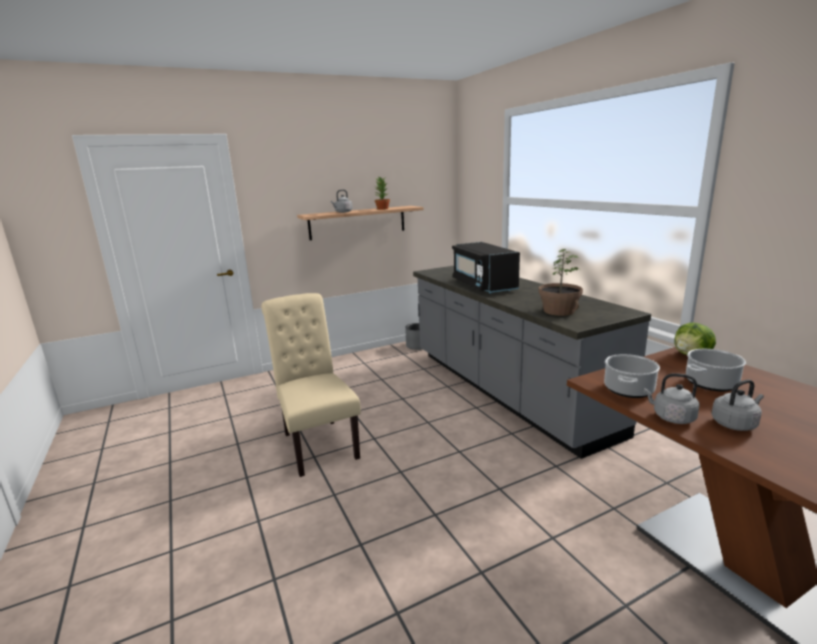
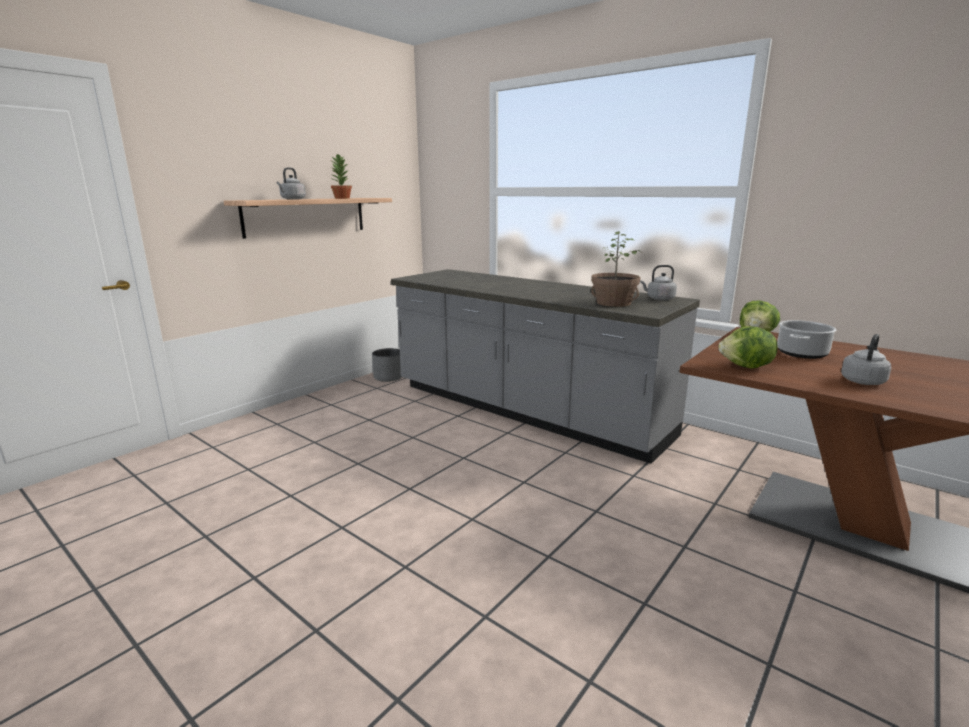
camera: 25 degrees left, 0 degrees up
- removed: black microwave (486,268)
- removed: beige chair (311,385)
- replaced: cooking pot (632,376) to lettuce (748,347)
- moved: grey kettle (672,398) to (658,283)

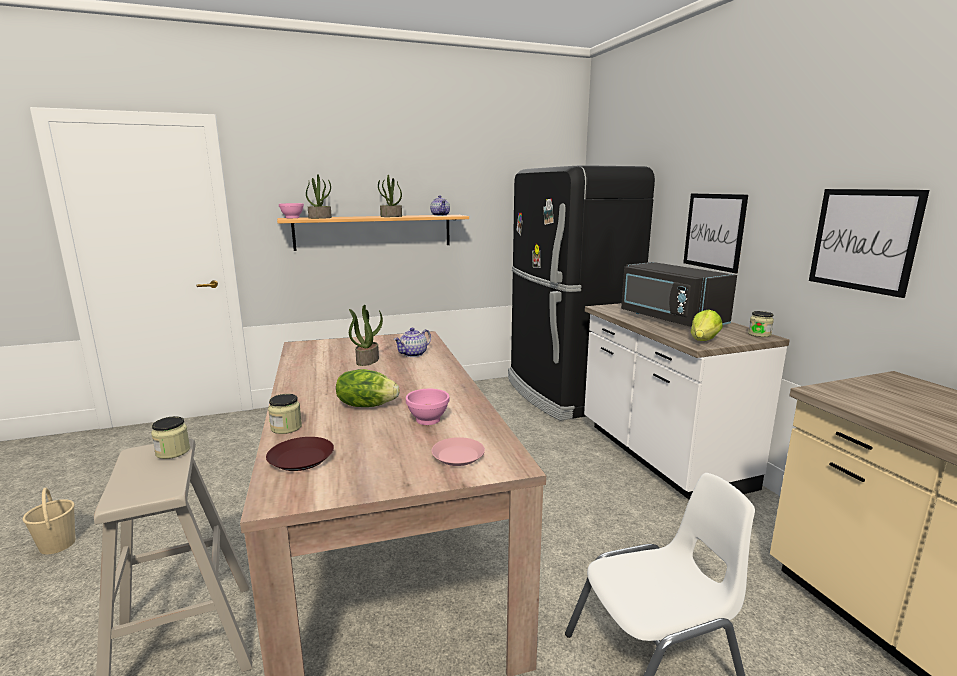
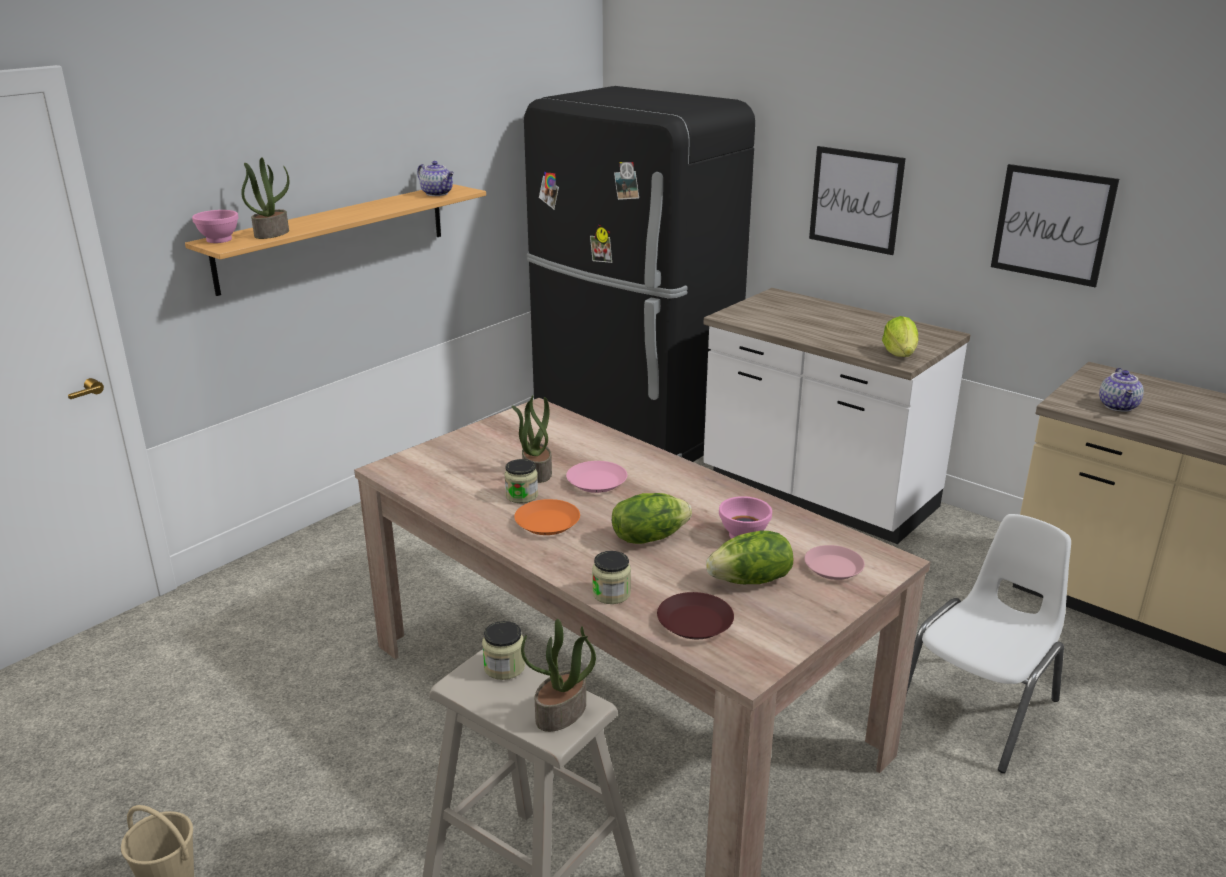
camera: 30 degrees left, 10 degrees up
- moved: potted plant (390,196) to (558,675)
- removed: black microwave (679,294)
- moved: jar (761,324) to (521,481)
- moved: teapot (412,342) to (1121,390)
- added: pink plate (596,477)
- added: orange plate (547,517)
- added: lettuce (749,557)

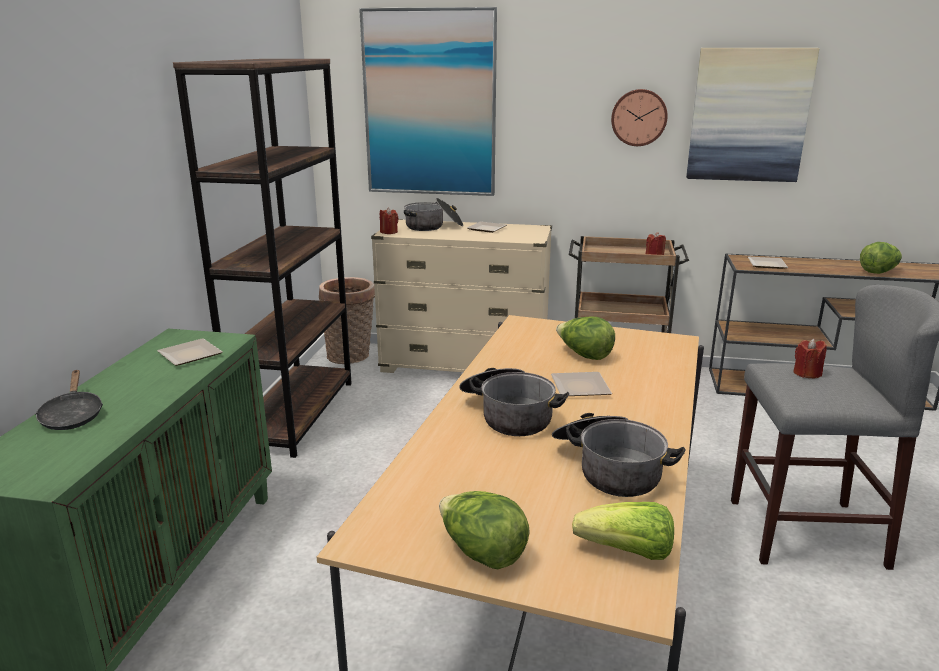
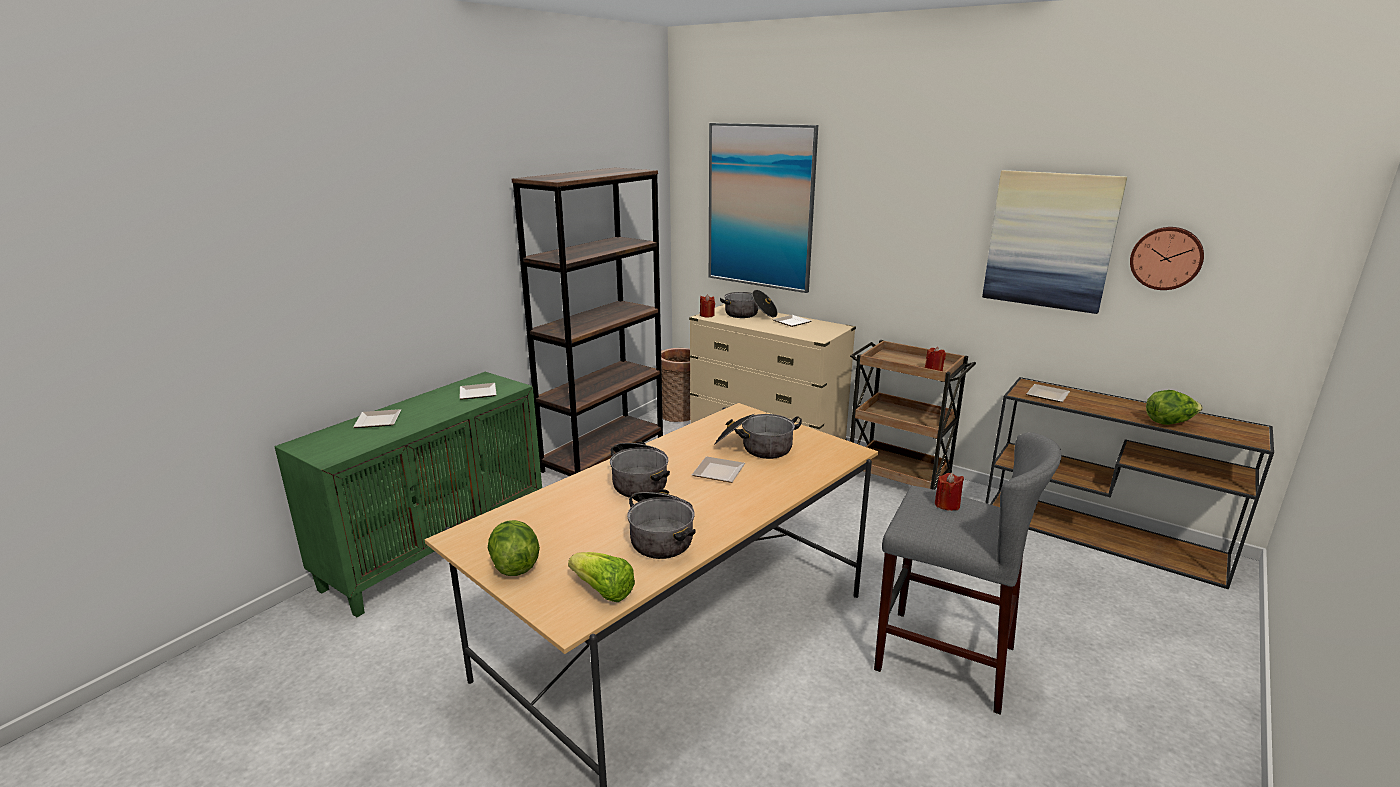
camera: 25 degrees right, 0 degrees up
- moved: wall clock (639,117) to (1167,258)
- replaced: lettuce (585,338) to cooking pot (758,436)
- replaced: black frying pan (69,400) to plate (377,418)

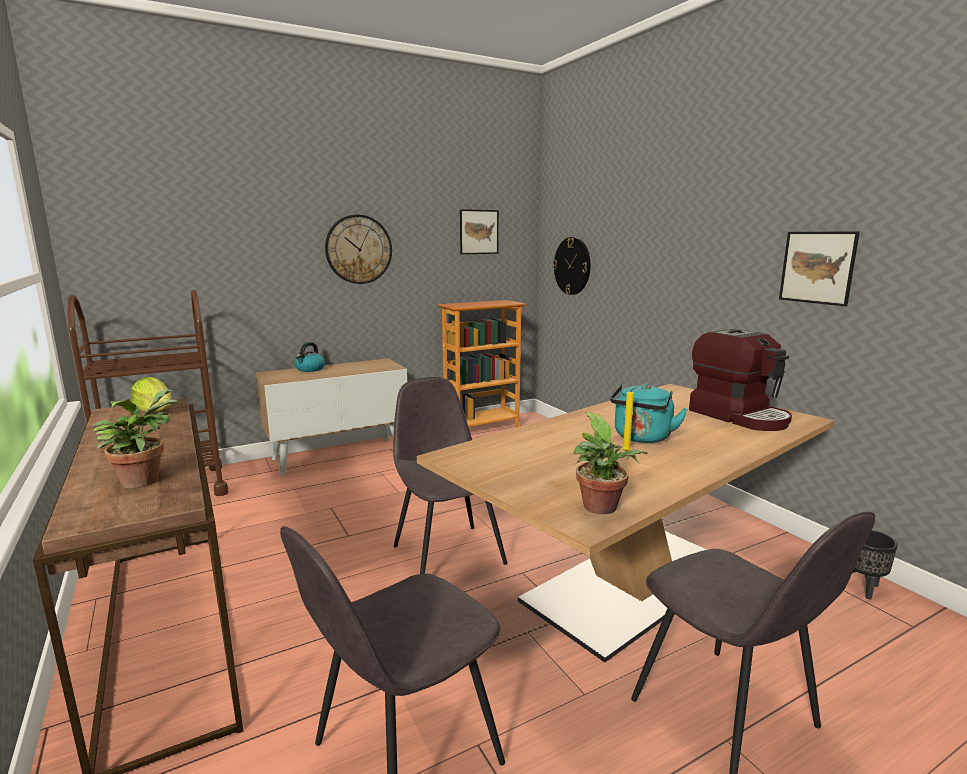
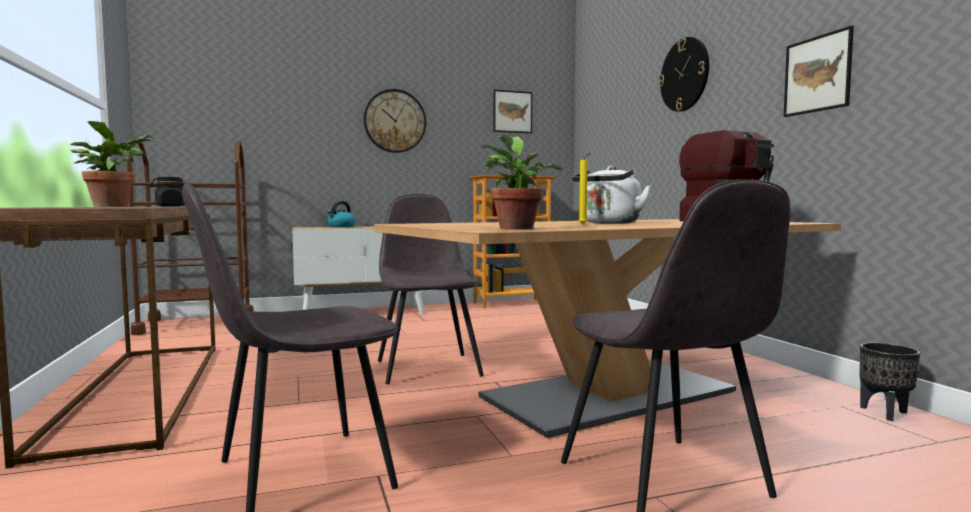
camera: 10 degrees right, 10 degrees down
- moved: wall clock (571,266) to (684,74)
- replaced: lettuce (151,395) to black jar (167,192)
- recoloured: turquoise kettle (648,413) to white kettle (612,195)

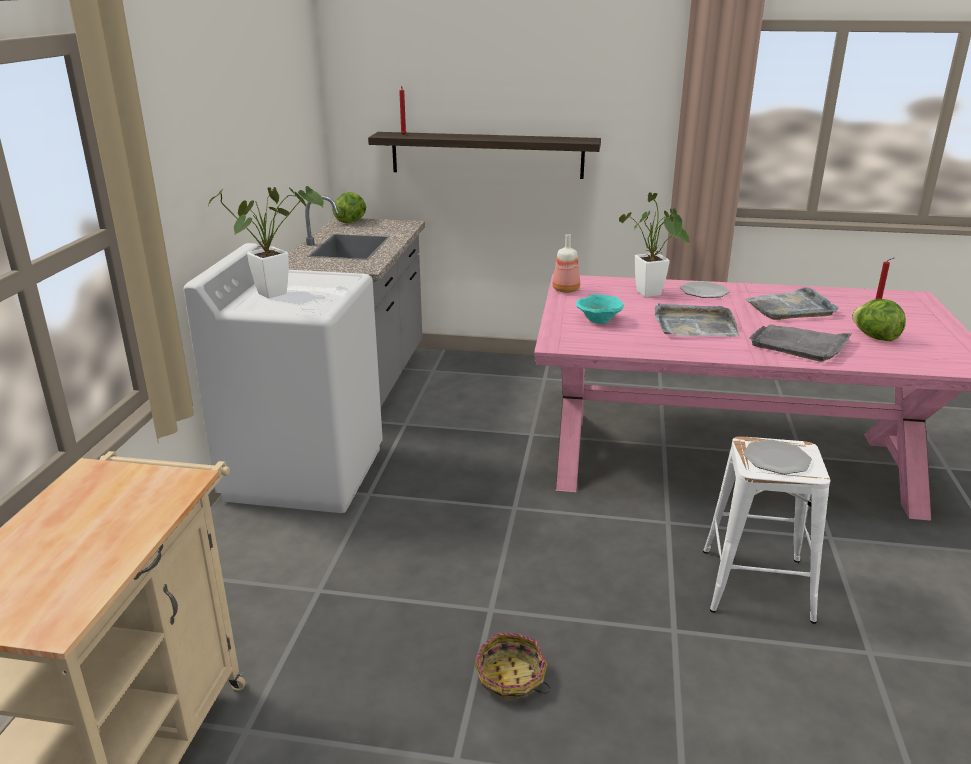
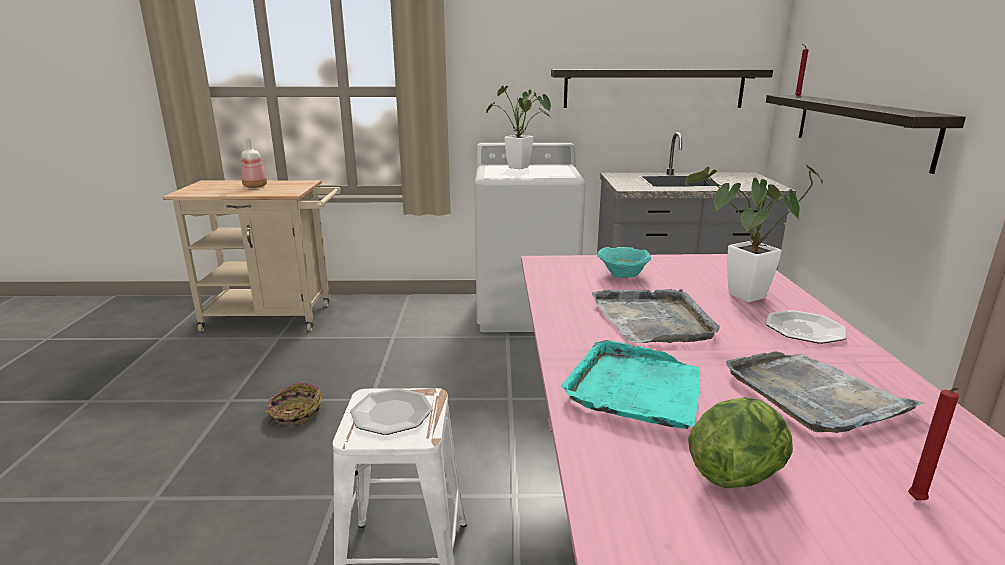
camera: 80 degrees right, 5 degrees down
- removed: lettuce (349,207)
- moved: bottle (566,263) to (254,163)
- recoloured: grey tray (800,343) to turquoise tray (630,384)
- added: shelf (662,88)

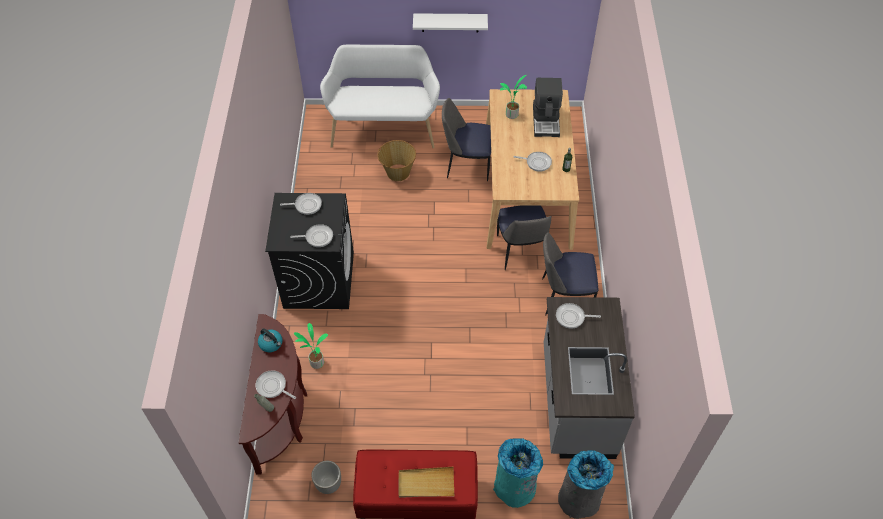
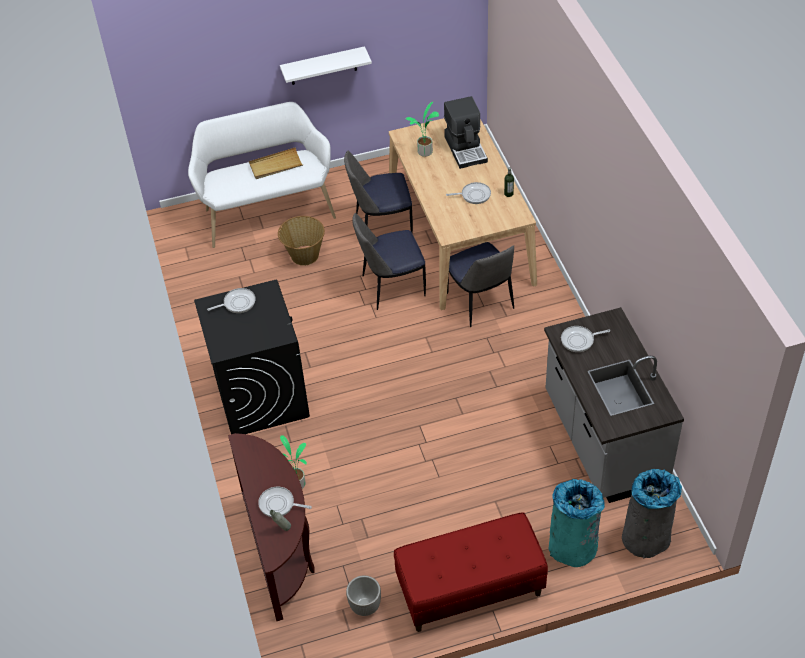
camera: 15 degrees left, 5 degrees down
- removed: frying pan (311,235)
- moved: chair (570,273) to (389,261)
- removed: kettle (270,340)
- moved: beige tray (426,482) to (276,163)

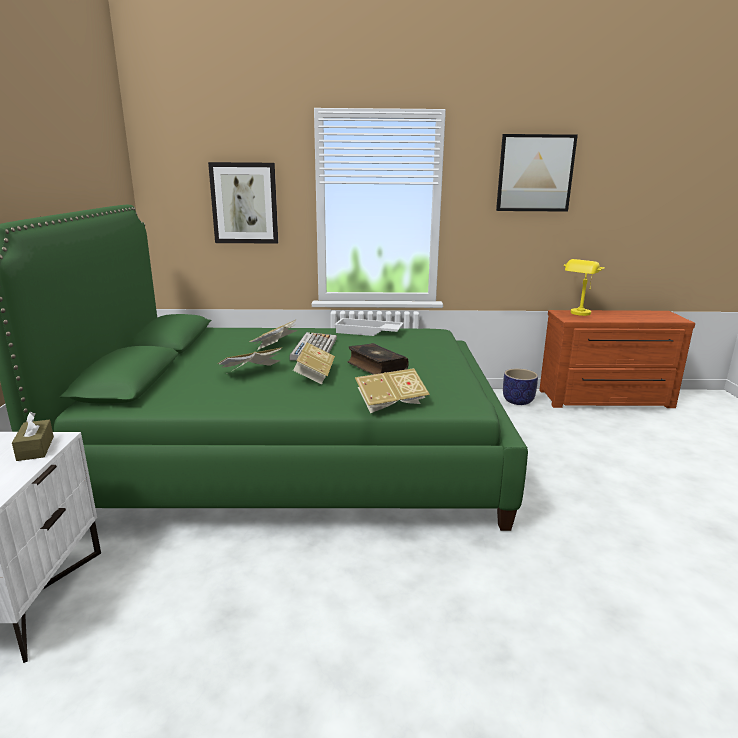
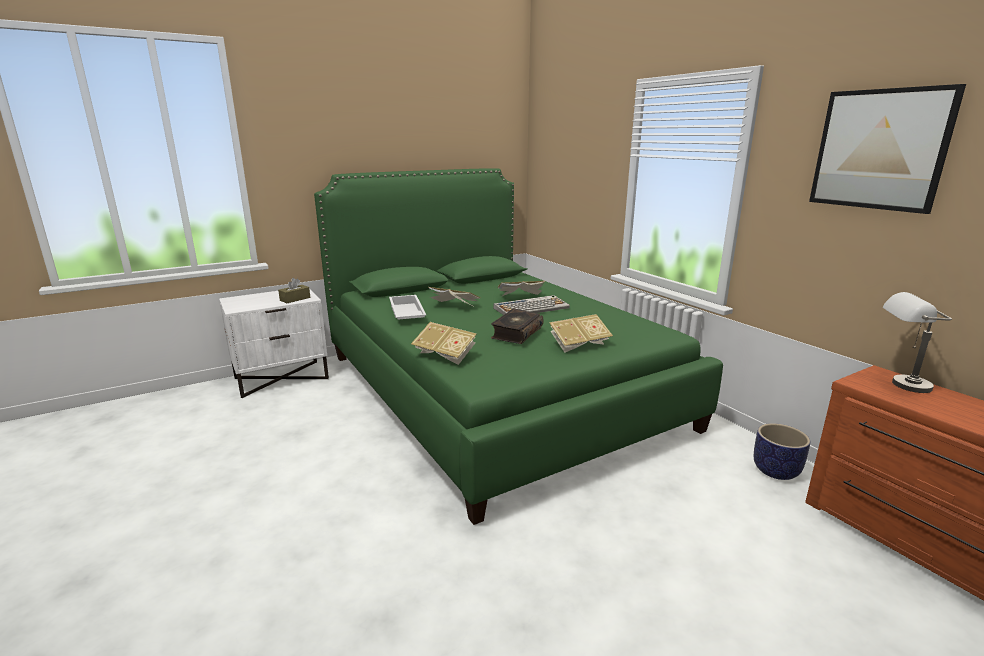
camera: 60 degrees right, 0 degrees up
- removed: picture (243,203)
- recoloured: yellow table lamp (584,287) to grey table lamp (917,342)
- moved: white tray (369,327) to (407,307)
- moved: book (314,363) to (581,333)

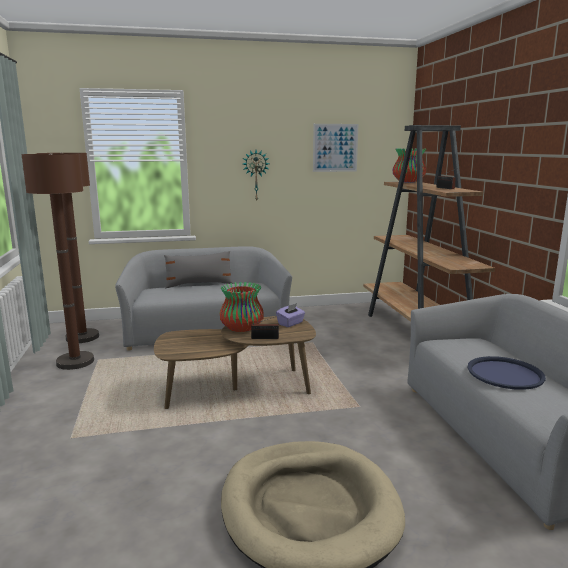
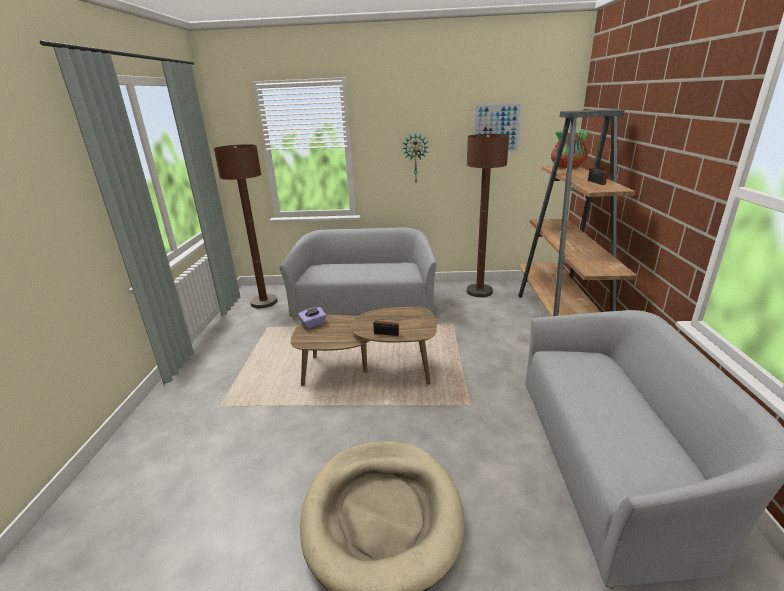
camera: 15 degrees right, 10 degrees up
- moved: brown floor lamp (57,261) to (488,215)
- removed: grey pillow (198,269)
- removed: vase (241,307)
- moved: purple tissue box (290,315) to (312,318)
- removed: blue tray (506,373)

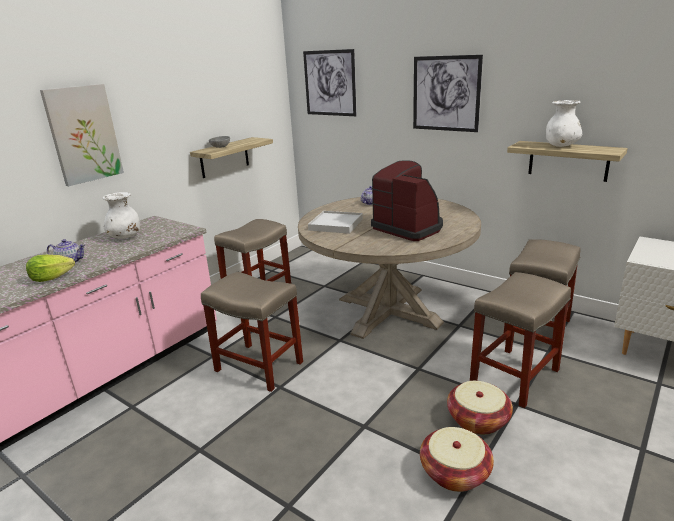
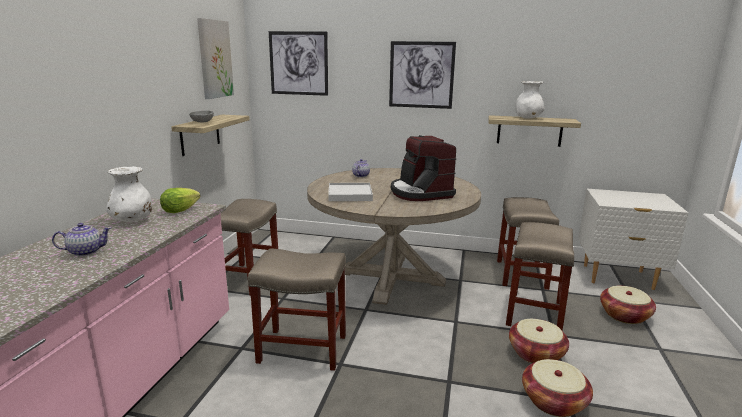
camera: 25 degrees left, 5 degrees down
- moved: picture (82,135) to (215,58)
- turned: coffee machine (407,200) = (423,168) 135 degrees counterclockwise
- moved: lettuce (50,268) to (180,200)
- added: basket (628,305)

